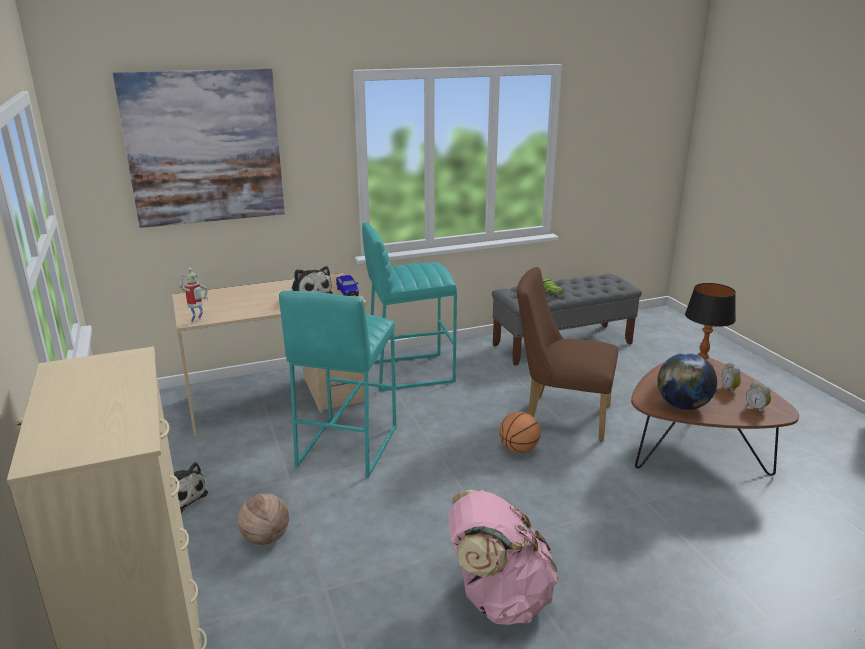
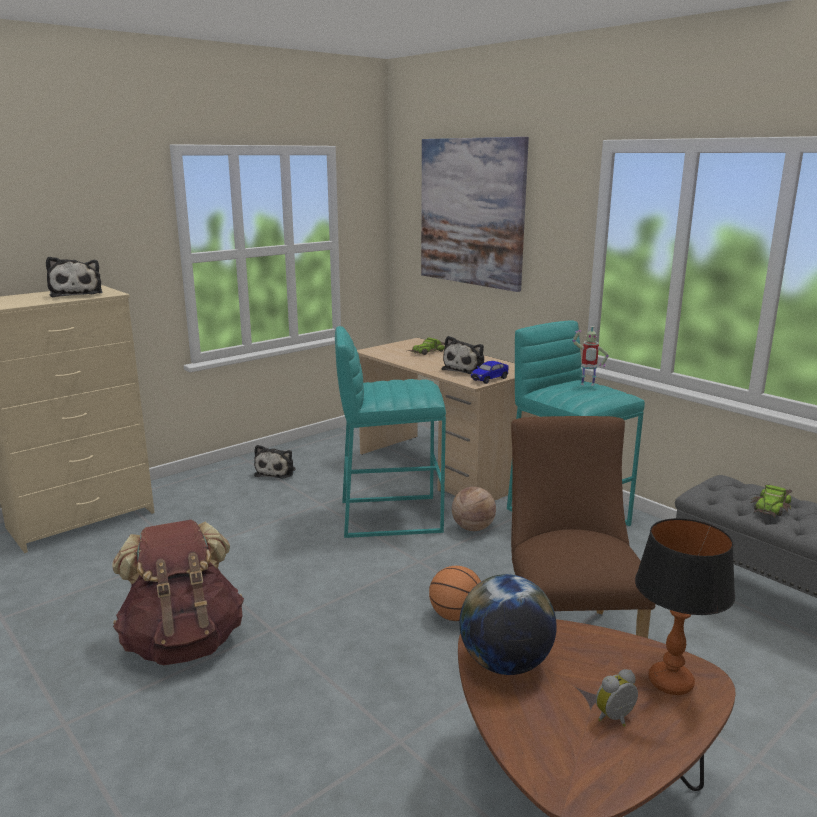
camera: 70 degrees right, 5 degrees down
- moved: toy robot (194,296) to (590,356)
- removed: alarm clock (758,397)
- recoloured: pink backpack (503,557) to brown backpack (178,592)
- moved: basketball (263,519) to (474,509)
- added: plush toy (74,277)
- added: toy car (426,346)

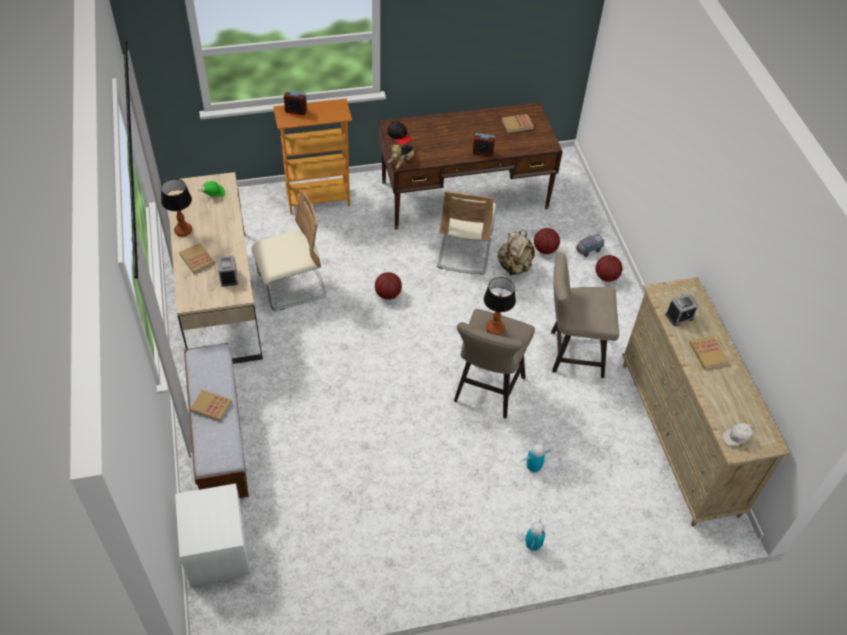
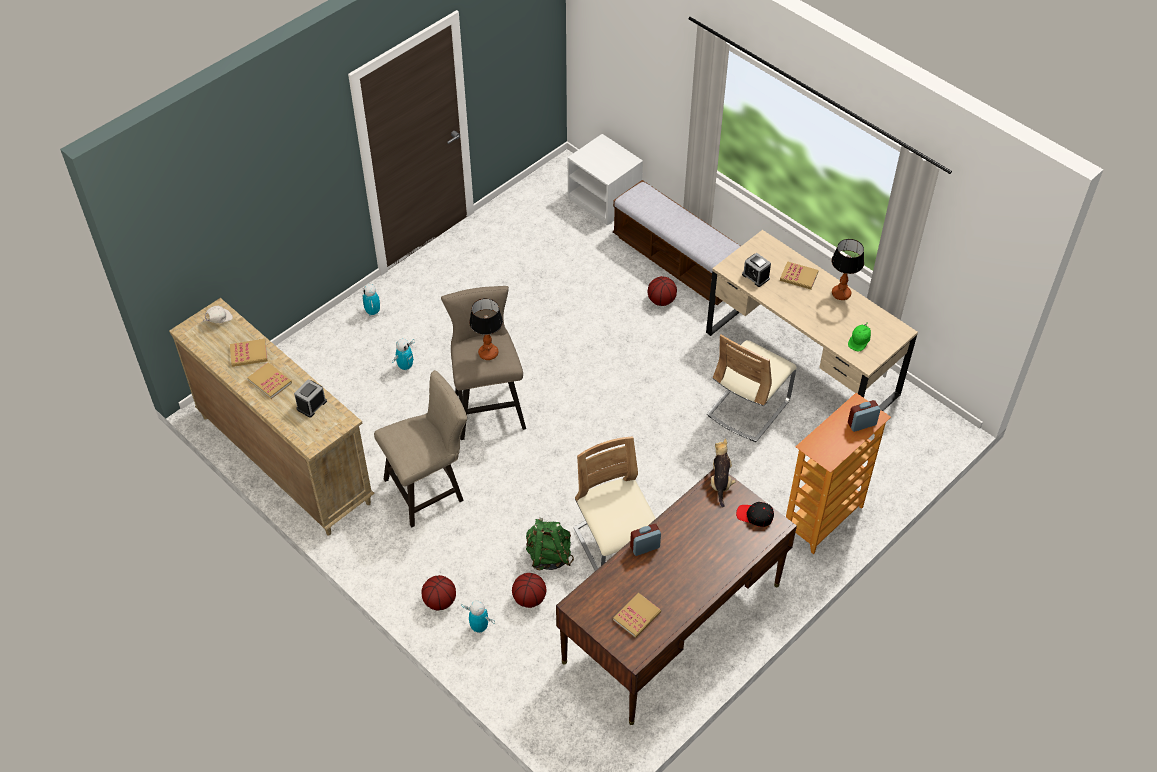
camera: 150 degrees right, 0 degrees up
- recoloured: beige backpack (516,253) to green backpack (550,543)
- replaced: toy truck (590,245) to toy robot (478,617)
- moved: basketball (388,285) to (662,291)
- moved: book (211,406) to (249,353)

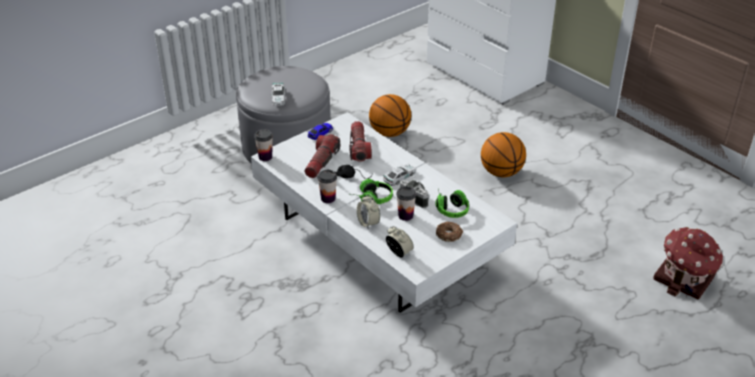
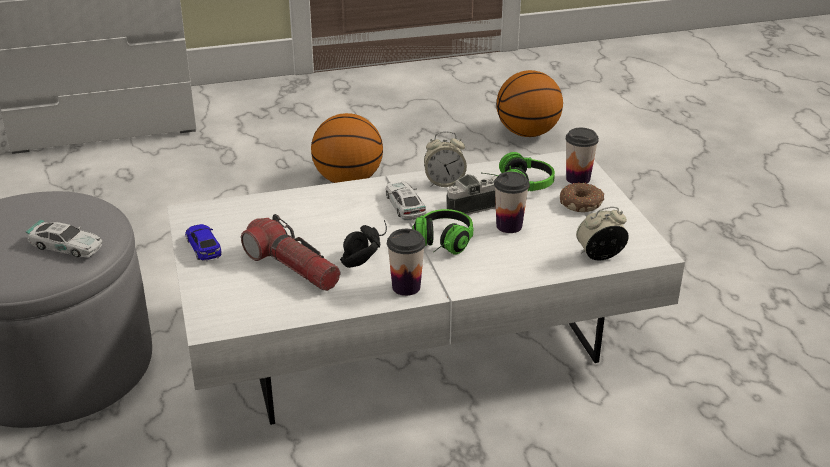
camera: 65 degrees left, 5 degrees down
- moved: basketball (390,115) to (530,103)
- removed: flashlight (360,141)
- moved: cup (263,145) to (582,156)
- moved: alarm clock (368,212) to (445,159)
- removed: toy house (688,263)

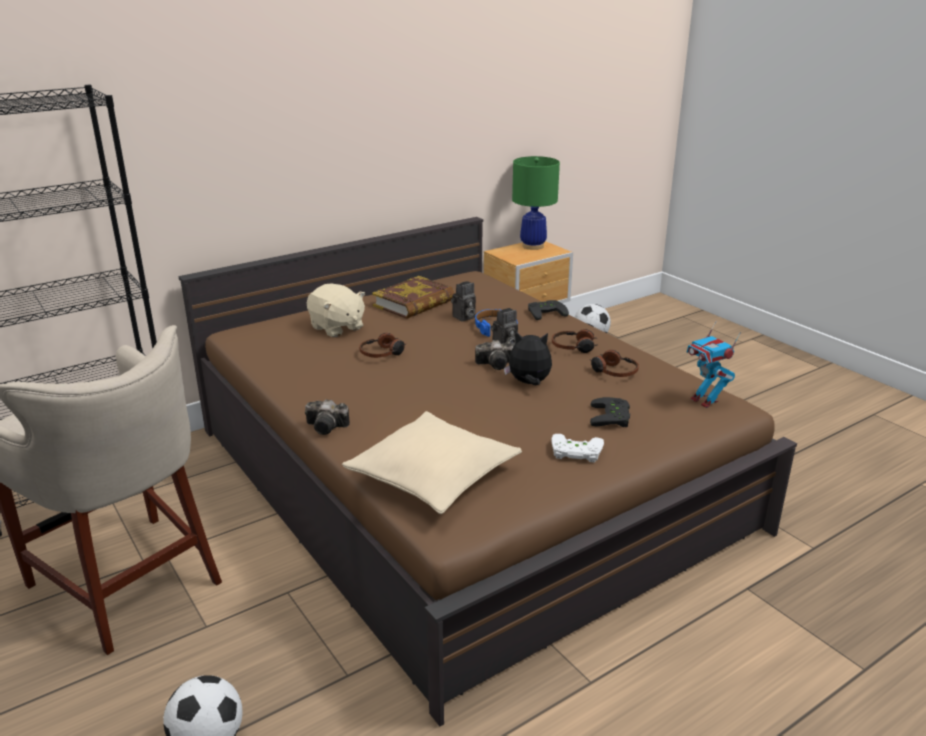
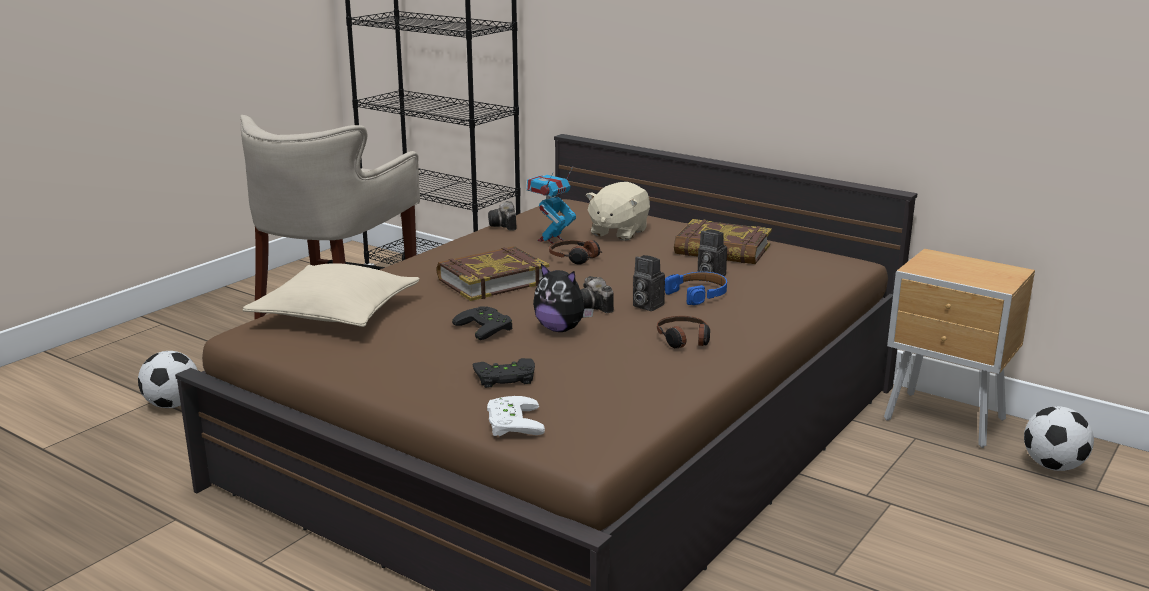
camera: 70 degrees right, 5 degrees down
- removed: green table lamp (536,203)
- moved: black game controller (548,310) to (482,323)
- moved: toy robot (713,365) to (551,205)
- turned: plush toy (528,358) = (563,298) 135 degrees clockwise
- removed: headphones (614,363)
- moved: photo camera (327,417) to (502,216)
- moved: white game controller (577,448) to (516,416)
- added: book (492,273)

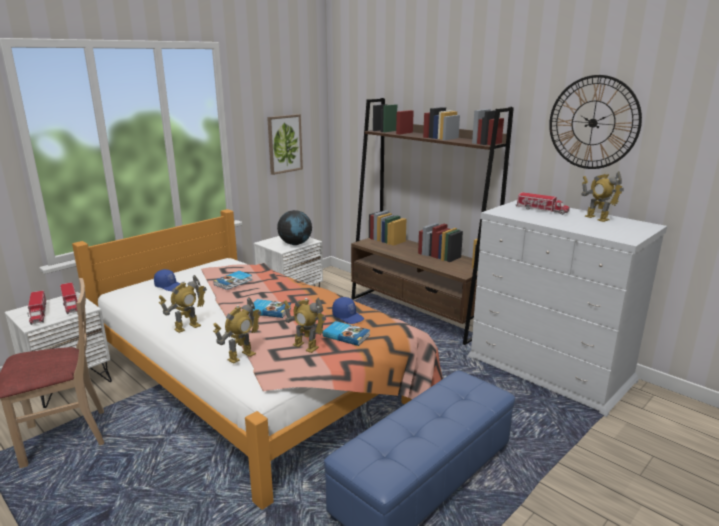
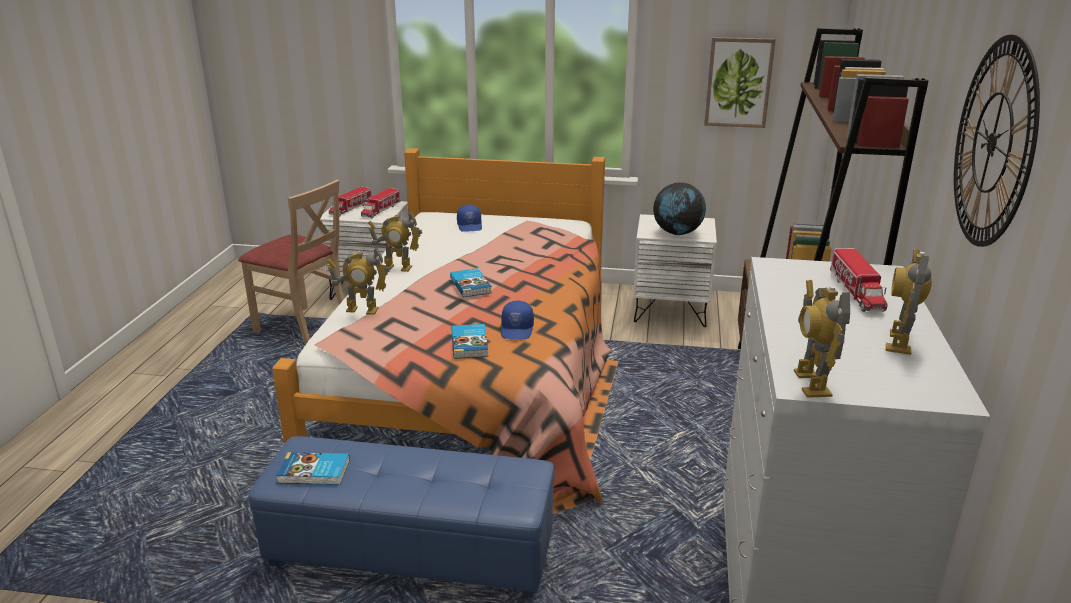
camera: 55 degrees right, 5 degrees up
- moved: book (233,280) to (313,468)
- moved: toy robot (305,325) to (822,339)

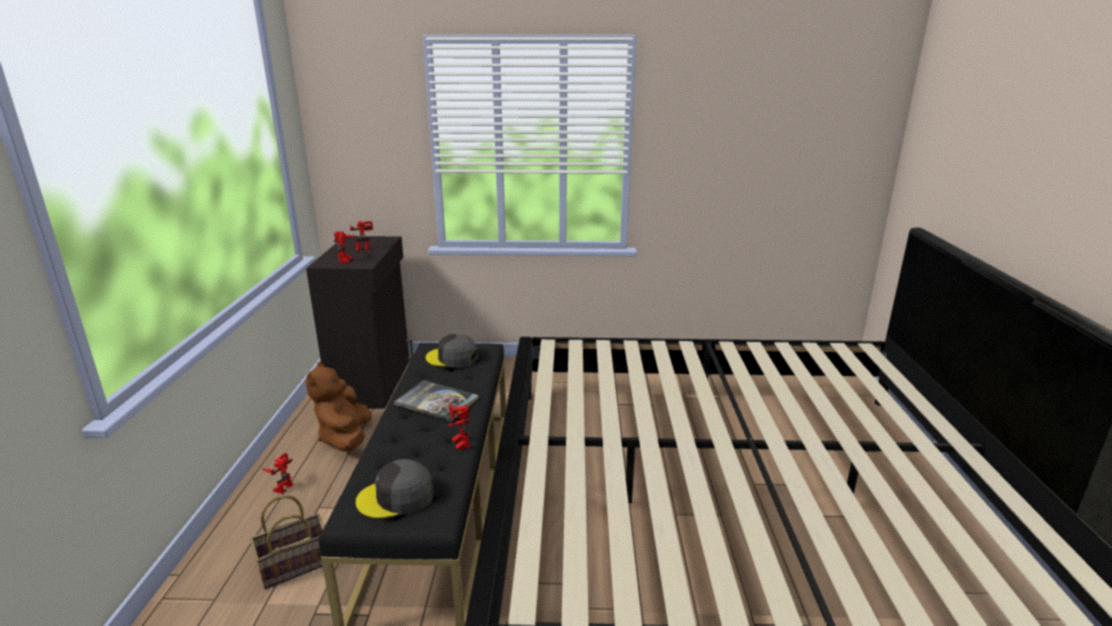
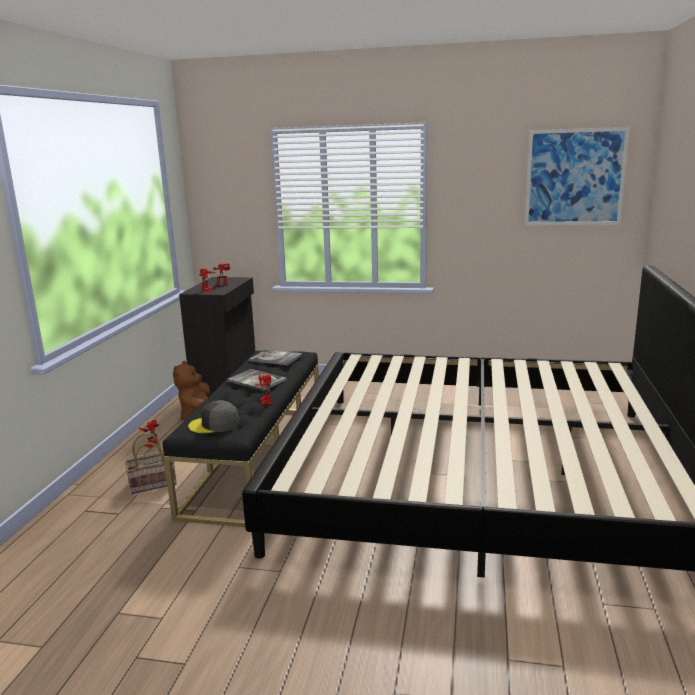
camera: 10 degrees right, 5 degrees down
- replaced: grey cap (451,350) to book (276,357)
- added: picture (577,176)

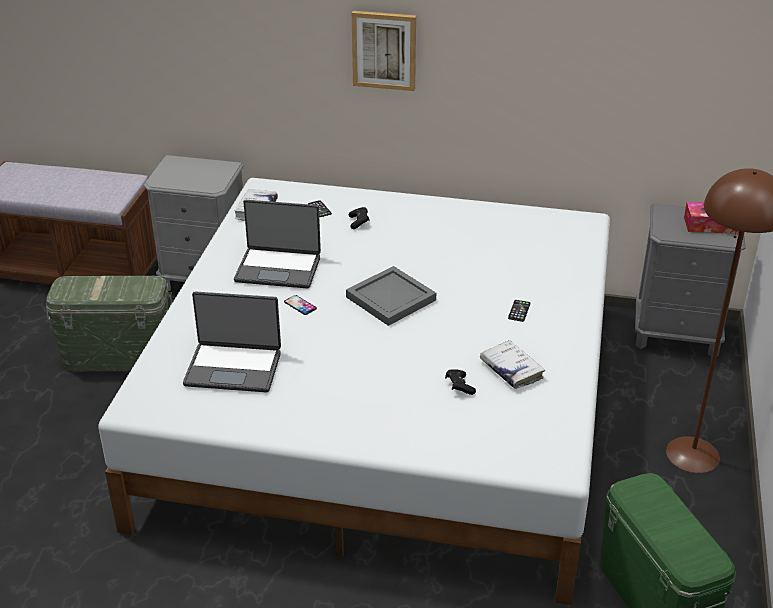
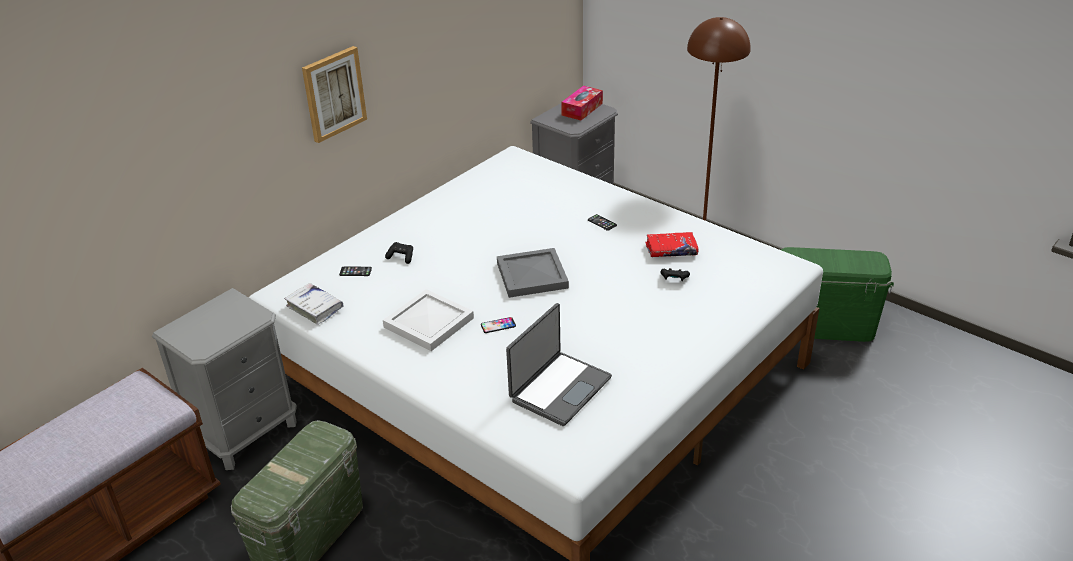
camera: 60 degrees left, 0 degrees up
- replaced: laptop (277,244) to white tray (428,320)
- recoloured: white book (512,364) to red book (672,244)

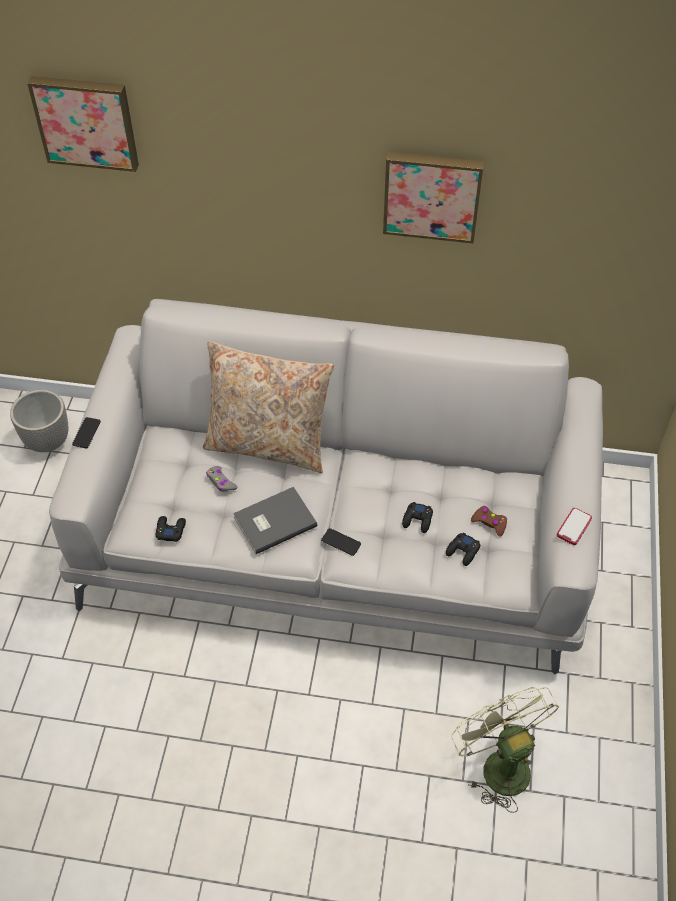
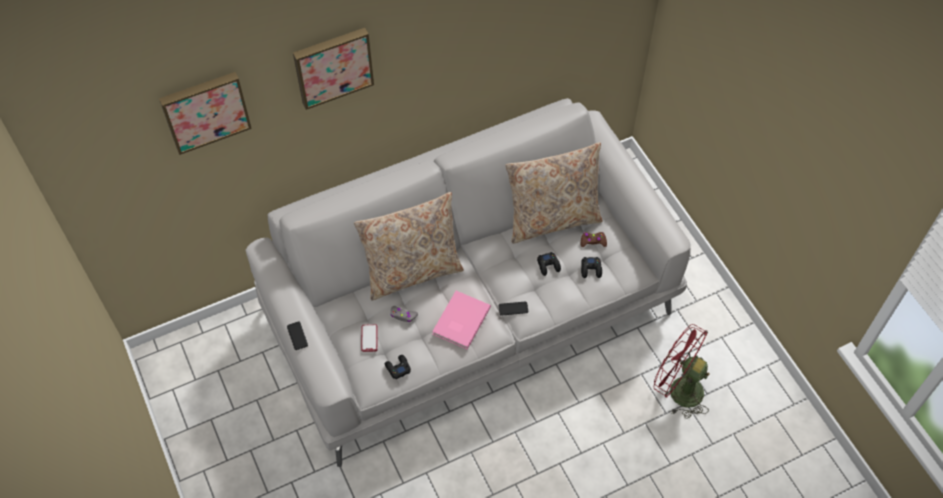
camera: 35 degrees left, 5 degrees up
- moved: picture (433,198) to (333,69)
- removed: planter (39,421)
- recoloured: grey book (275,520) to pink book (461,320)
- moved: phone (574,526) to (369,338)
- recoloured: green fan (505,750) to red fan (682,371)
- added: beige pillow (554,193)

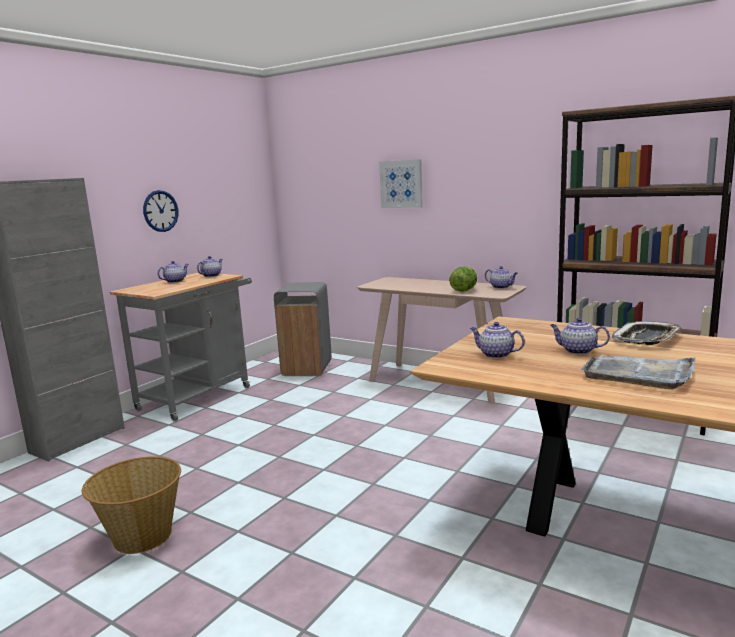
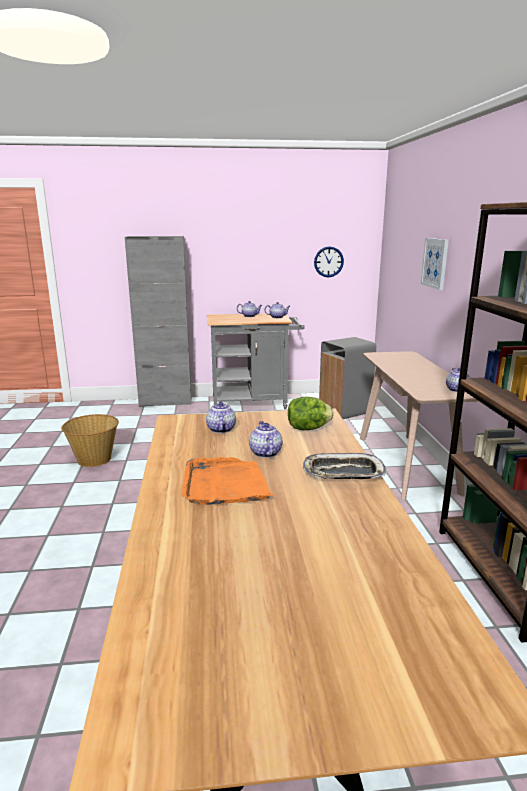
camera: 50 degrees right, 5 degrees up
- moved: wall clock (160,211) to (329,261)
- moved: lettuce (463,279) to (310,413)
- recoloured: grey tray (638,372) to orange tray (227,481)

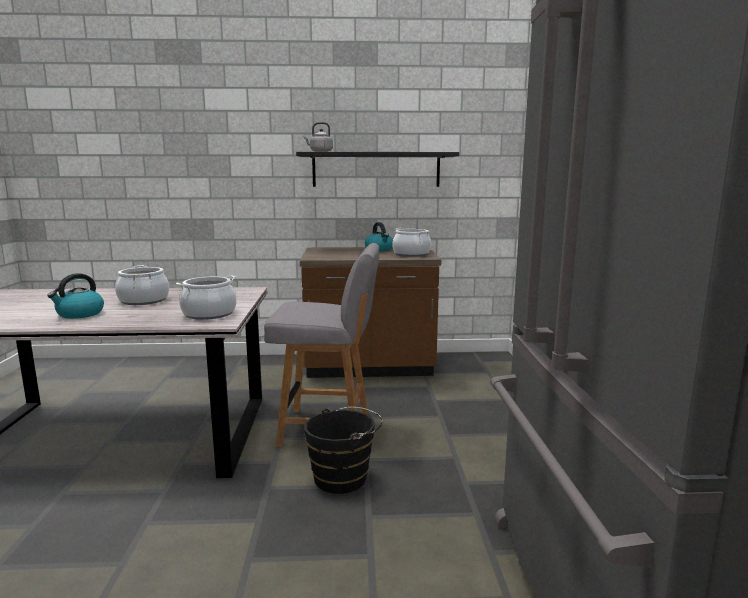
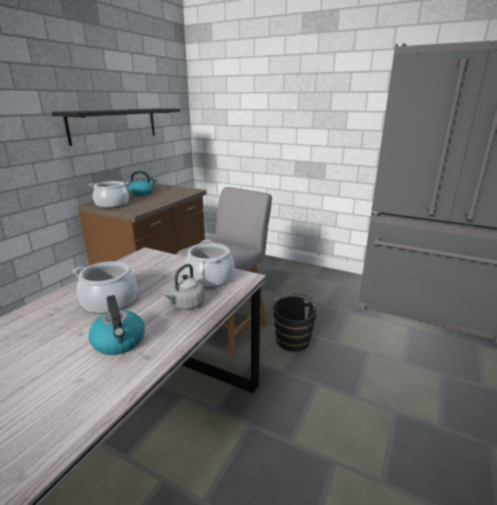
camera: 60 degrees left, 10 degrees up
- moved: grey kettle (318,137) to (184,287)
- moved: cooking pot (411,242) to (109,194)

